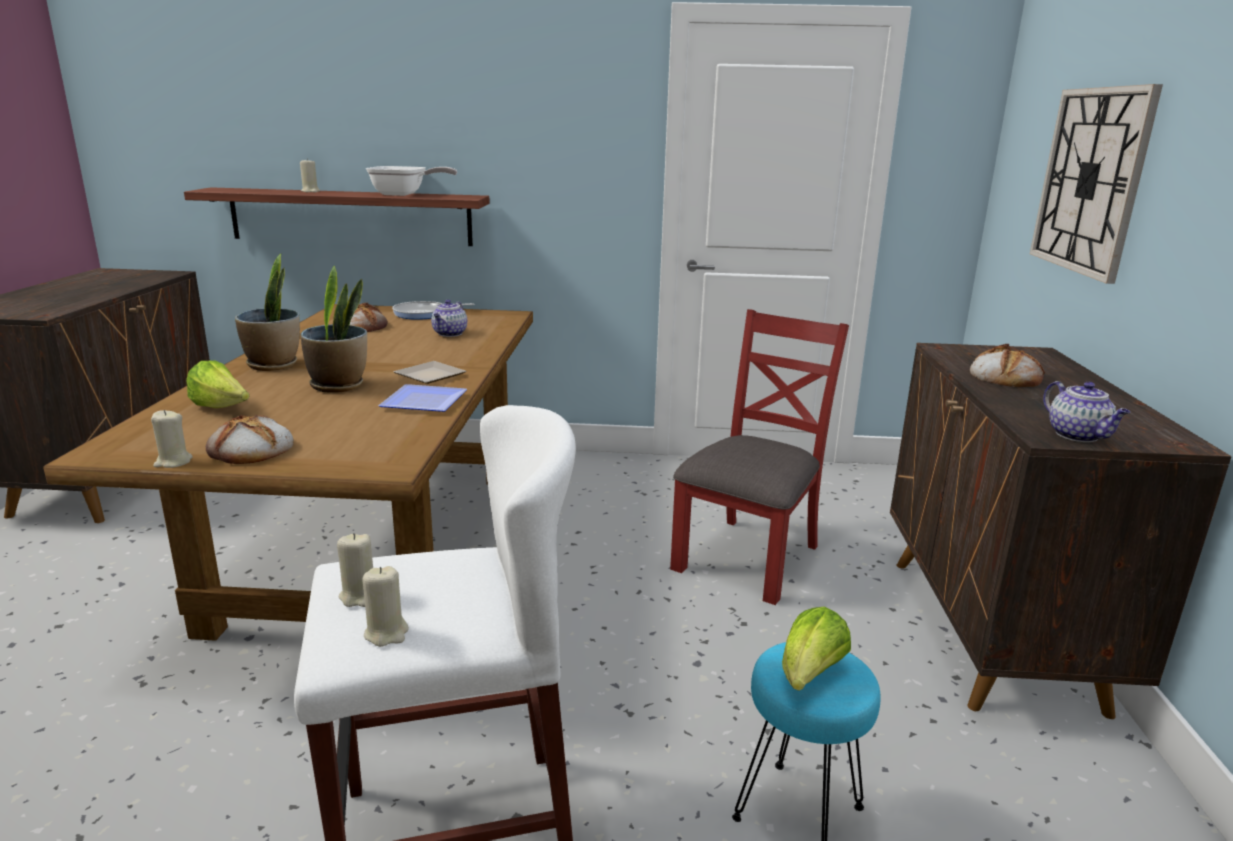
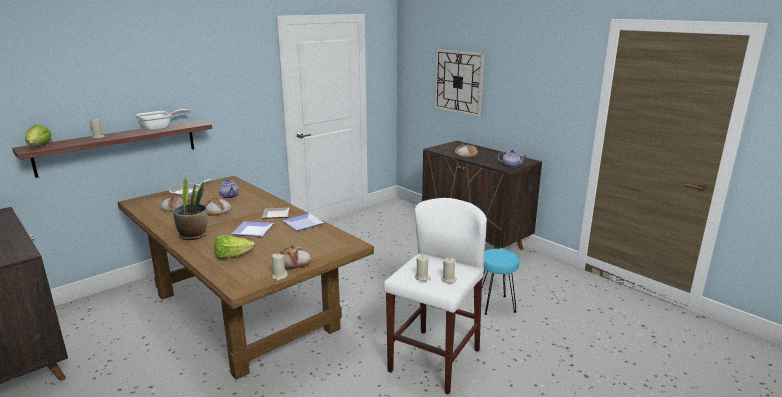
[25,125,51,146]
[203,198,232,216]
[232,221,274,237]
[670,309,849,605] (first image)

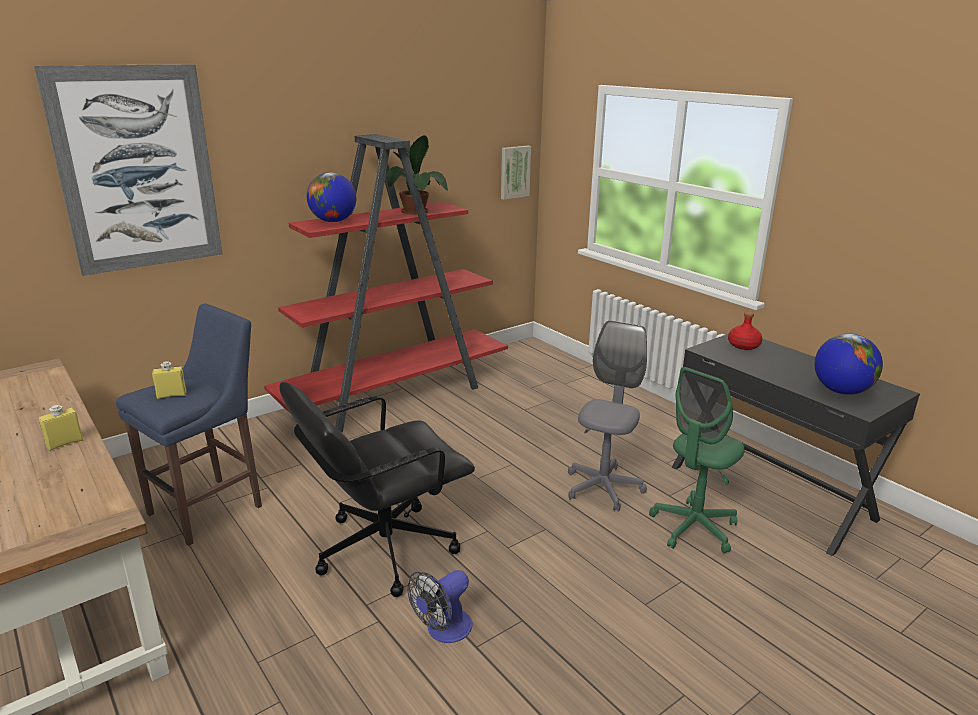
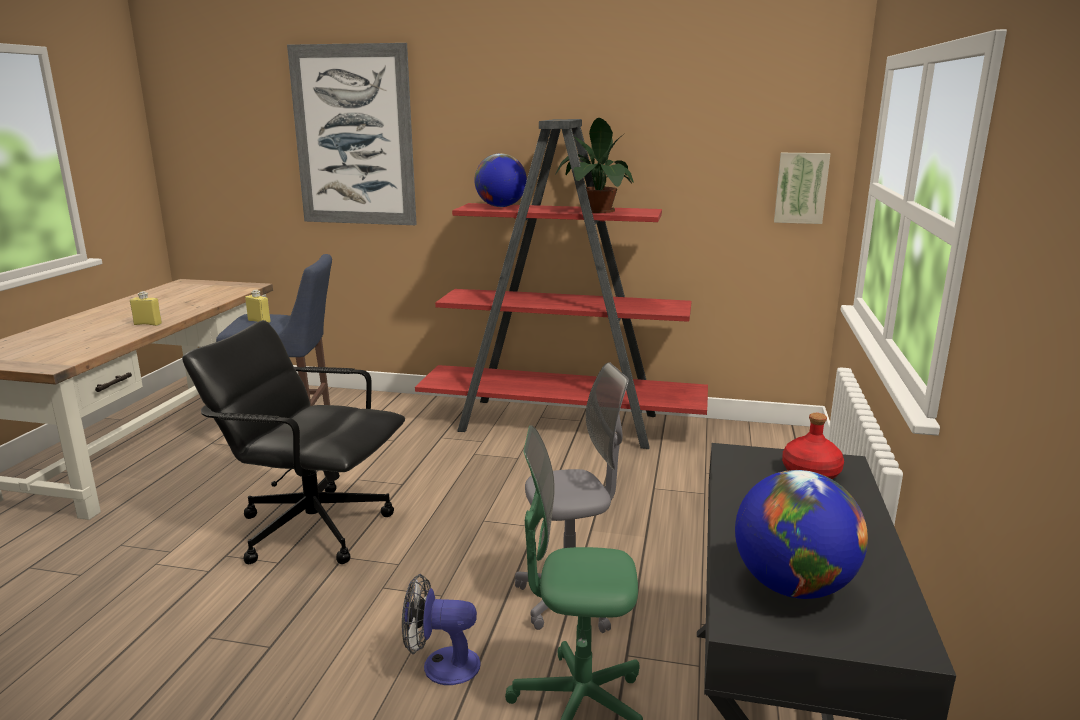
[402,574,481,685]

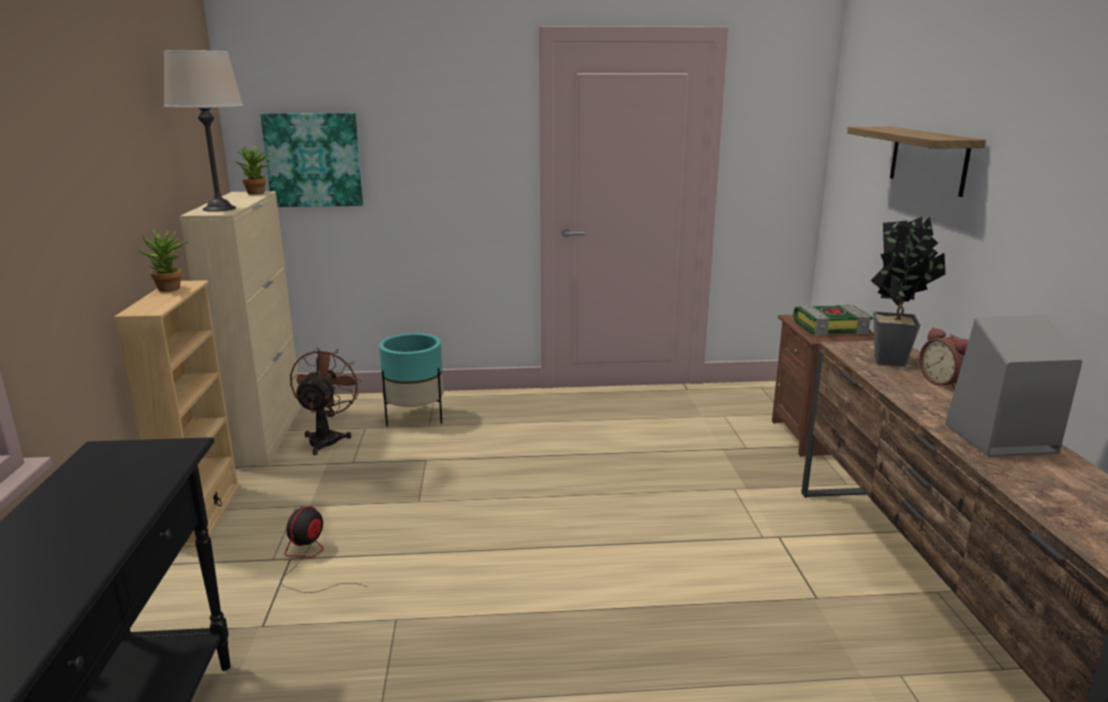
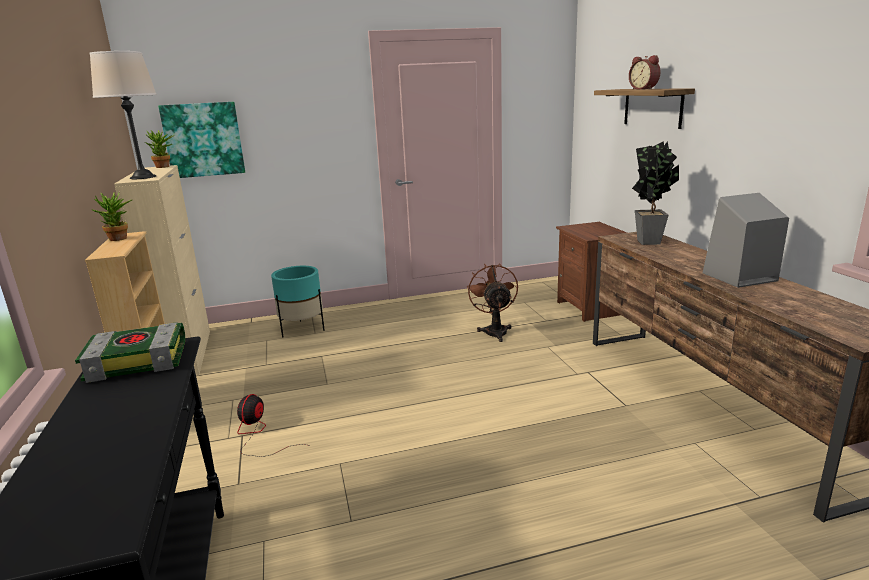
[75,322,185,383]
[467,263,518,342]
[629,55,660,89]

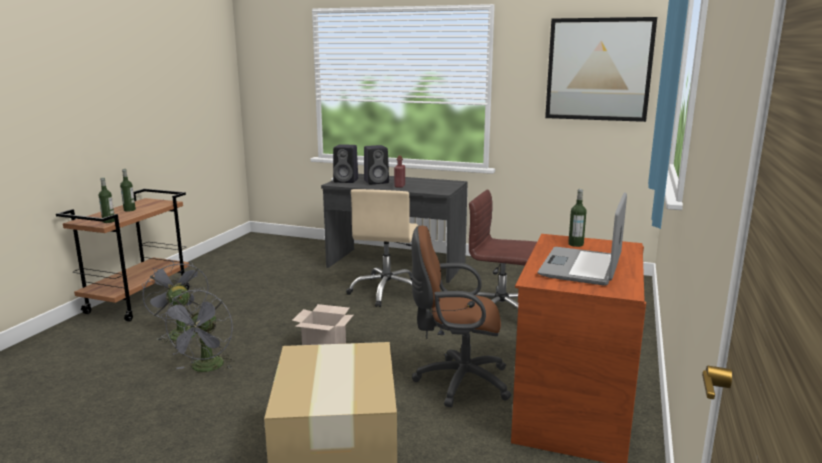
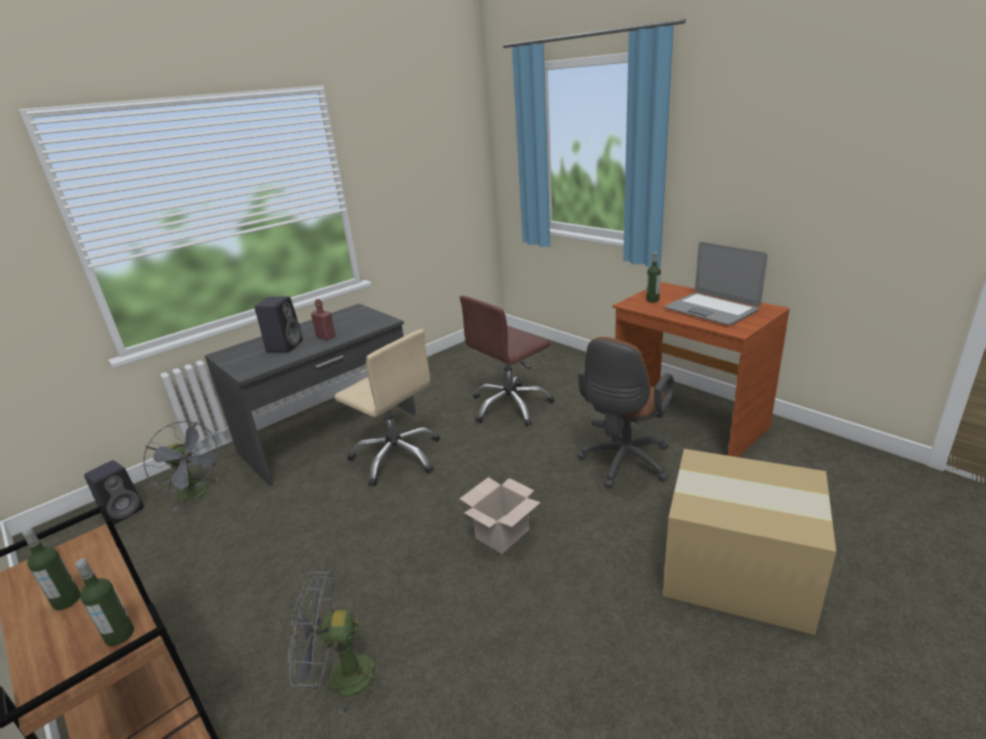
[84,460,144,524]
[143,421,222,511]
[545,17,657,122] (first image)

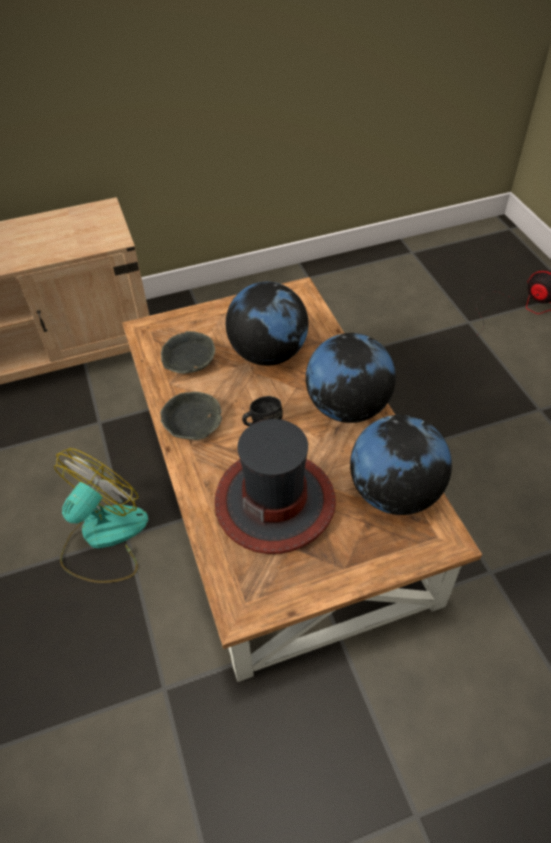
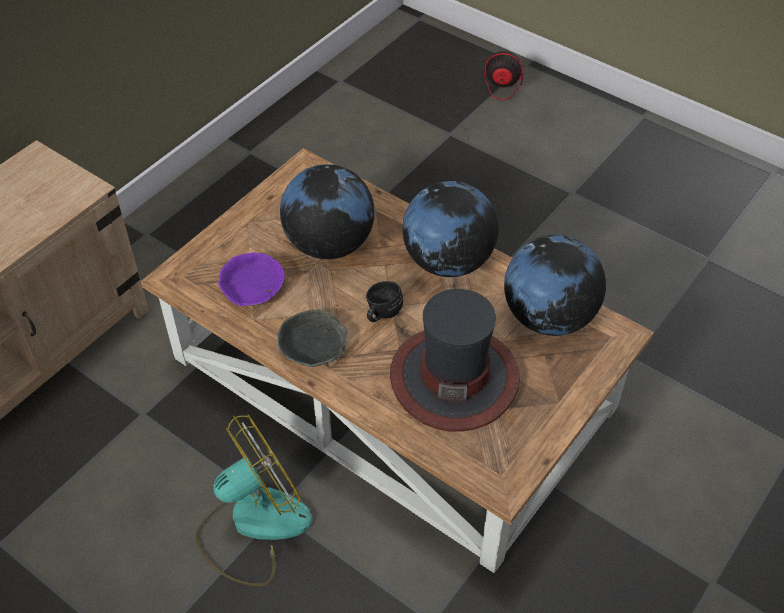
[196,414,312,587]
[218,253,285,306]

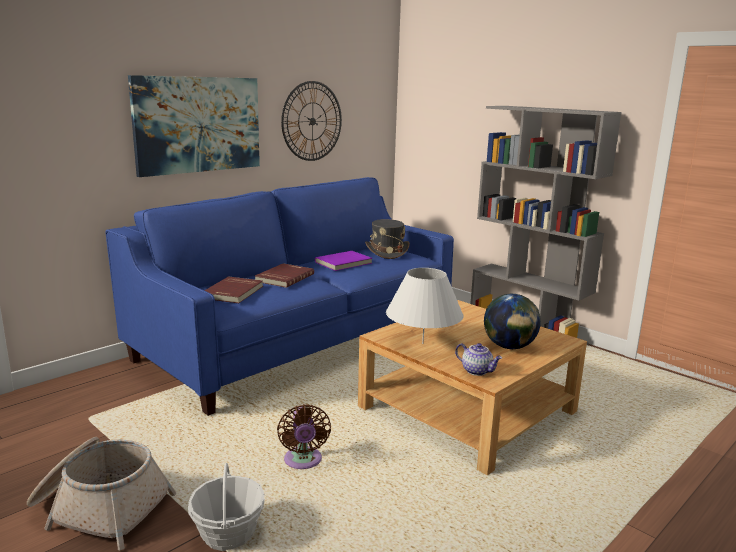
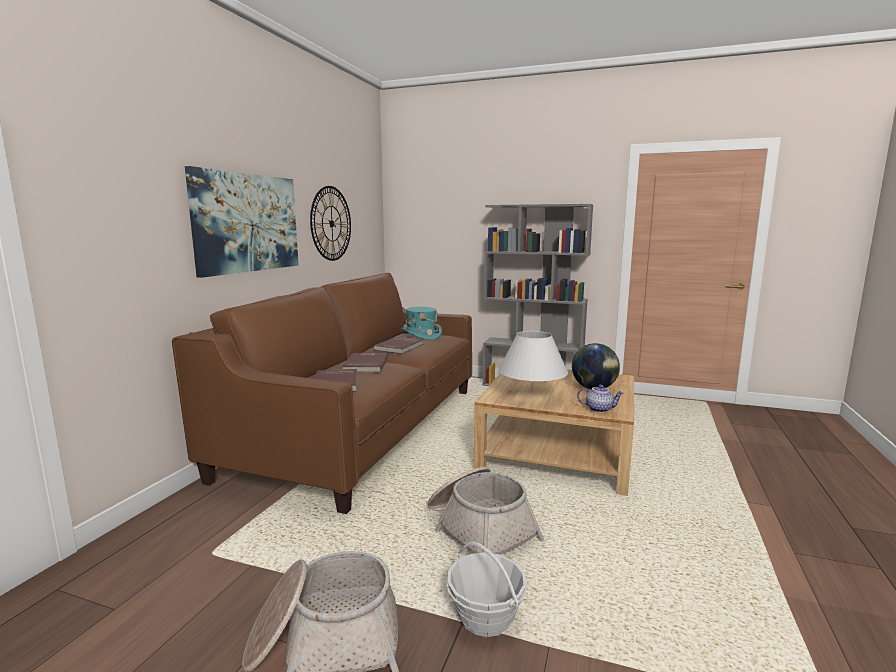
[172,273,472,514]
[373,337,423,354]
[401,307,442,340]
[428,467,544,555]

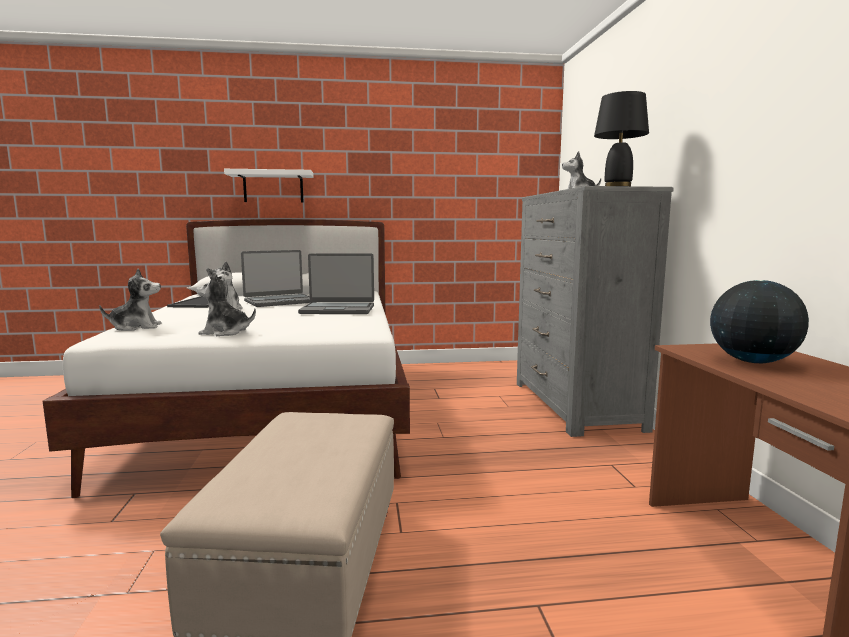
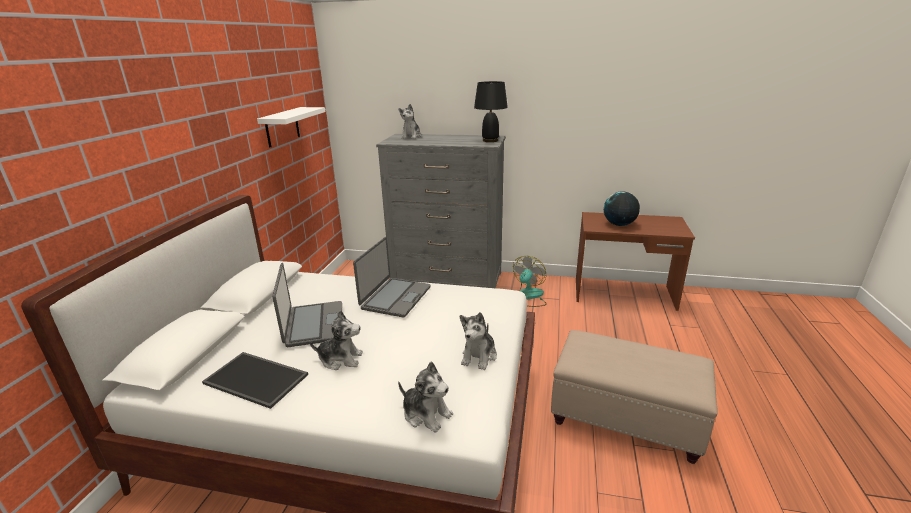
[257,107,325,148]
[398,361,453,433]
[513,256,547,307]

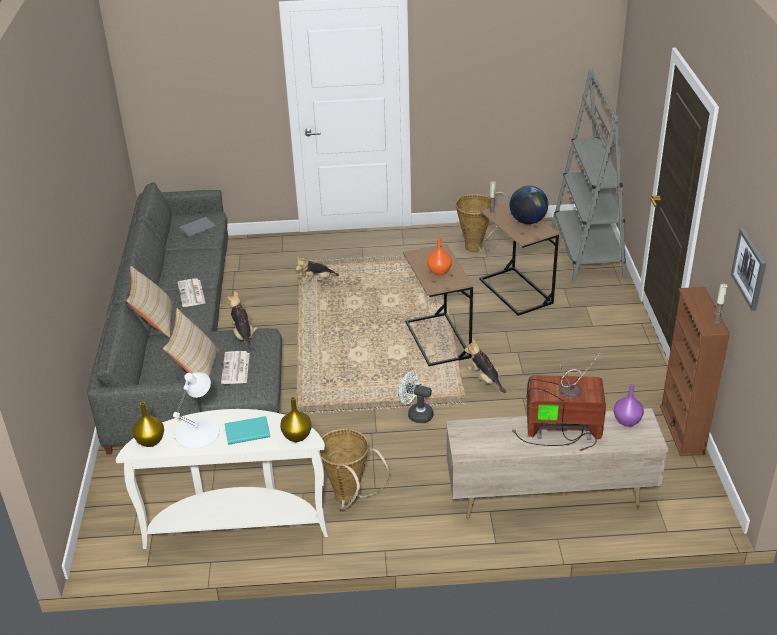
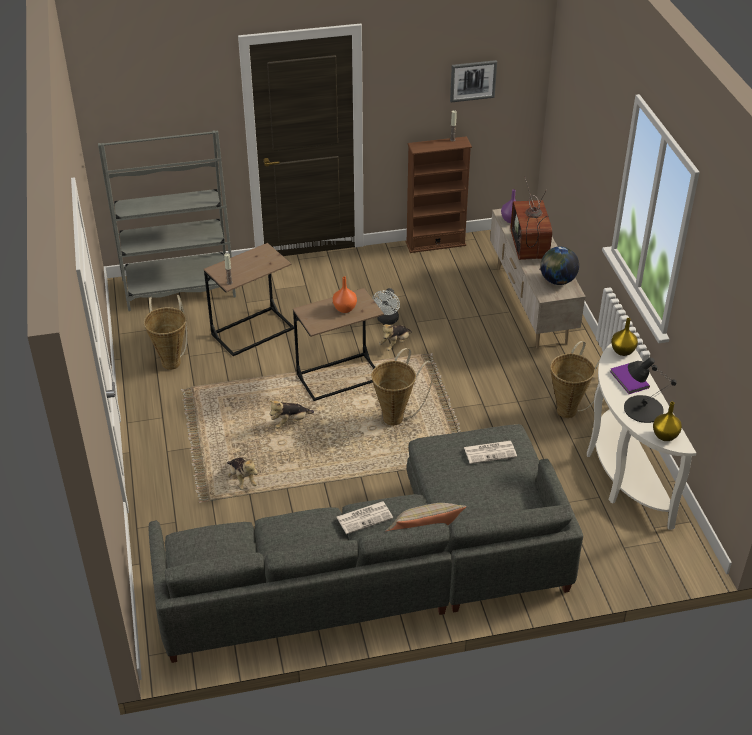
[269,400,314,429]
[371,348,434,426]
[372,288,400,324]
[540,247,579,285]
[610,363,650,394]
[624,357,677,423]
[163,308,220,378] (first image)
[180,217,216,237] (first image)

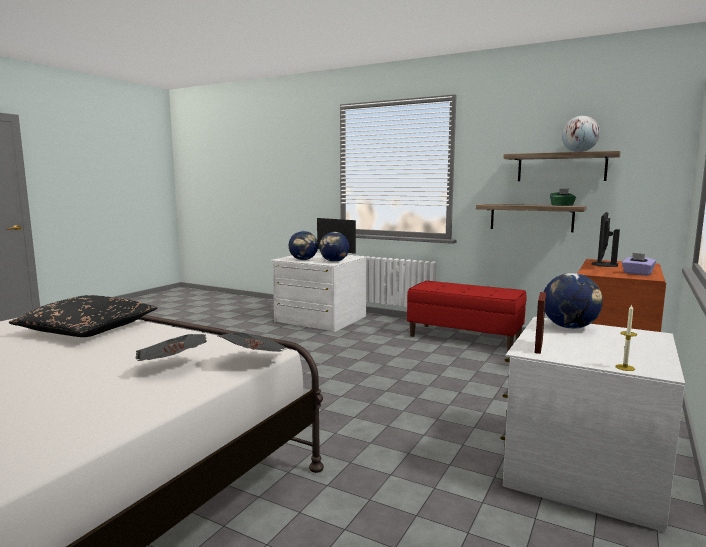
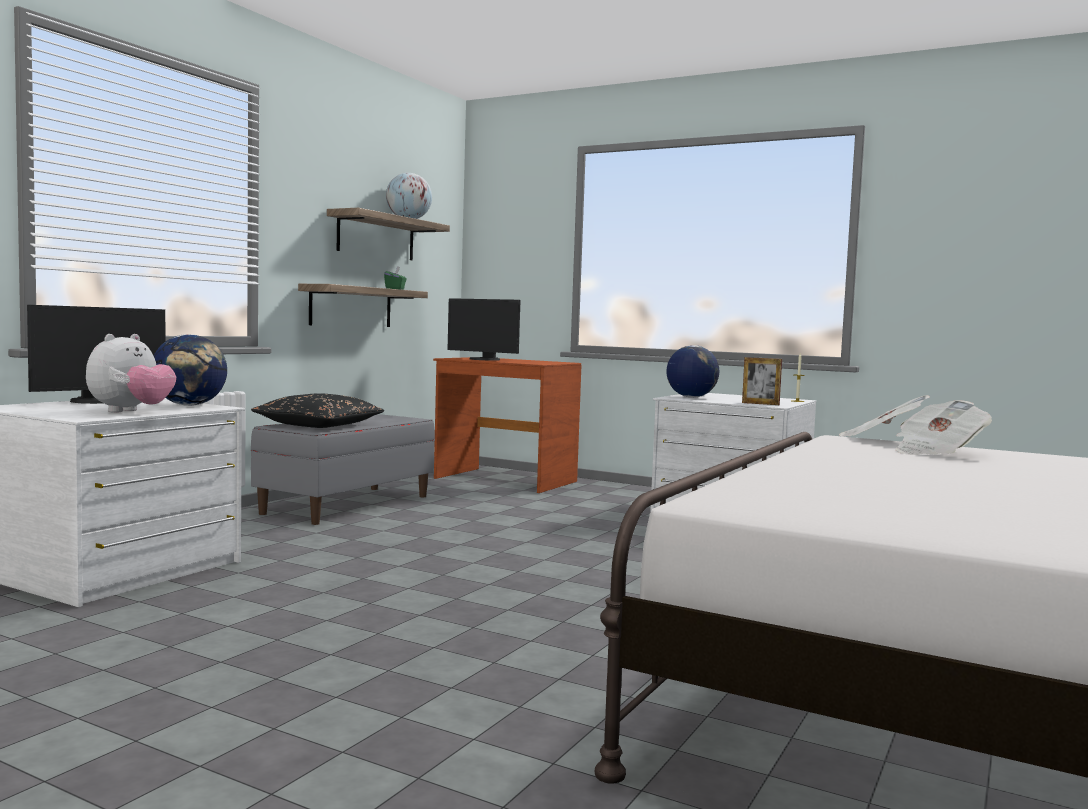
[86,334,176,413]
[251,393,384,428]
[251,414,435,525]
[622,253,656,276] (first image)

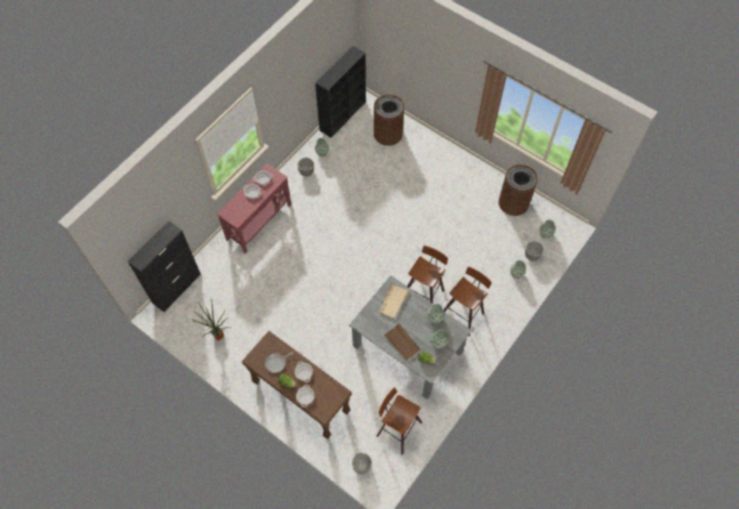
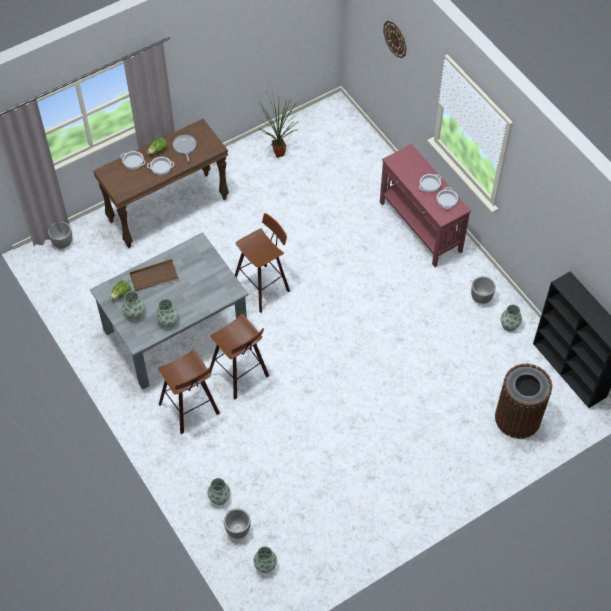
[235,213,290,313]
[383,21,406,58]
[128,221,201,312] (first image)
[379,282,409,319] (first image)
[499,164,538,216] (first image)

